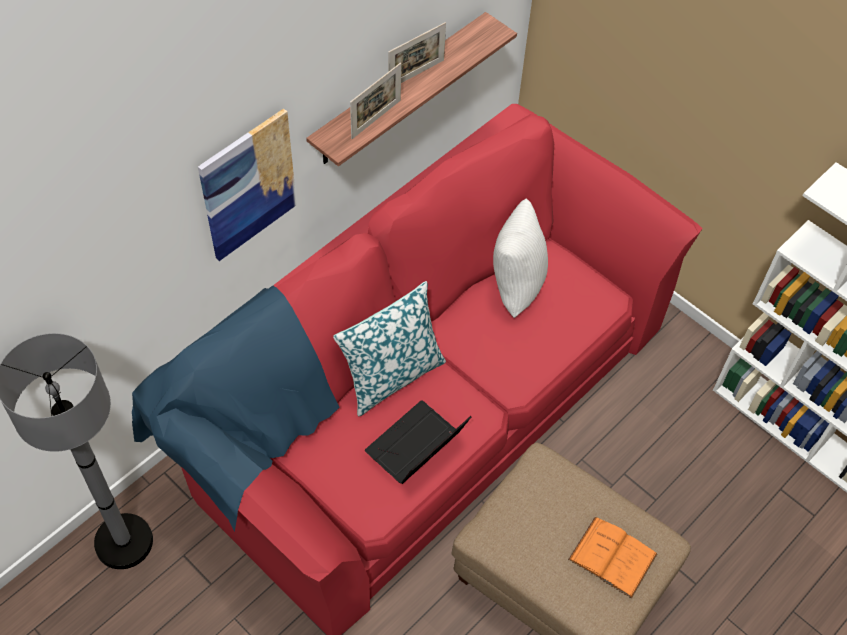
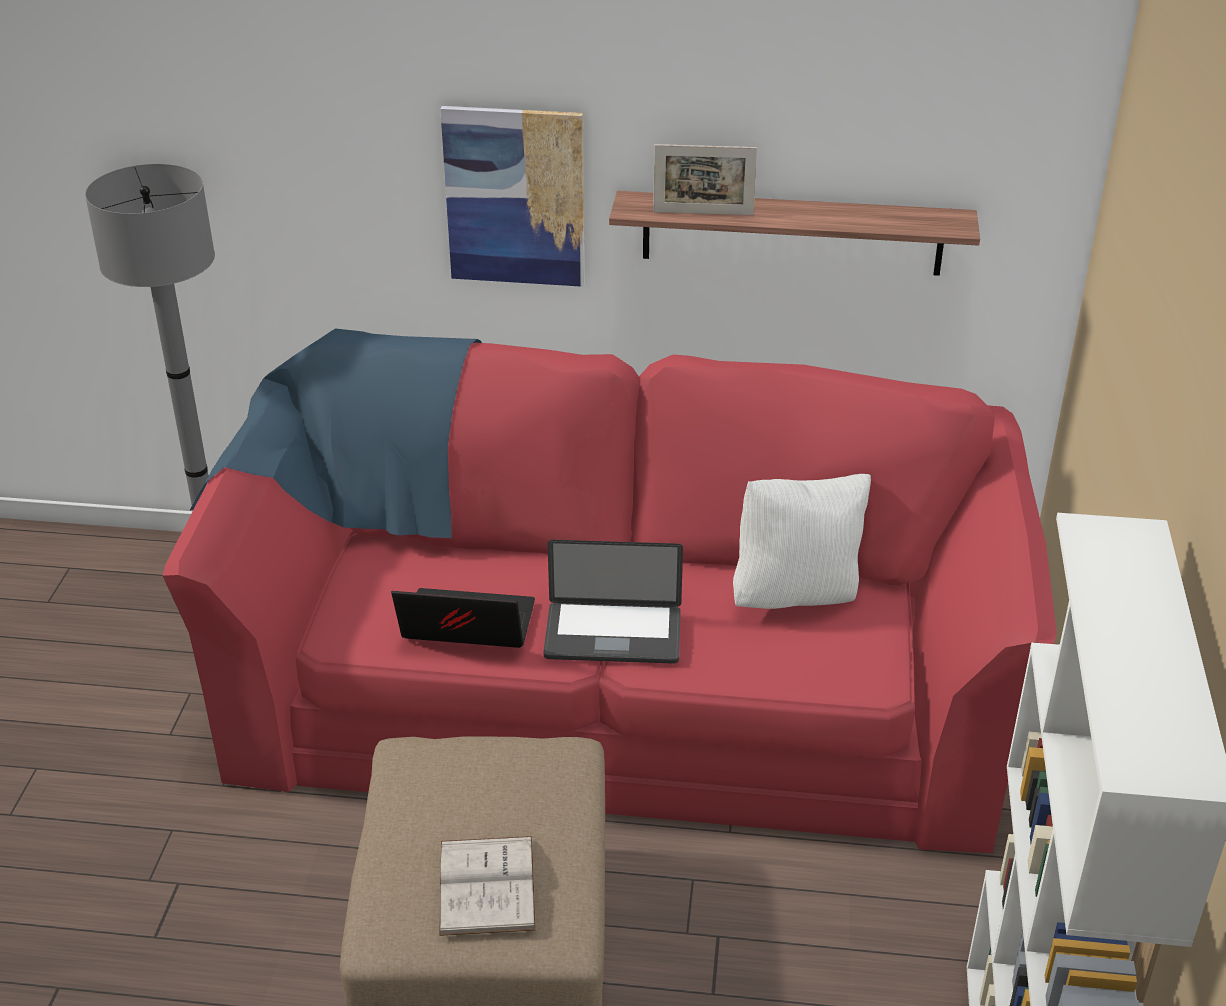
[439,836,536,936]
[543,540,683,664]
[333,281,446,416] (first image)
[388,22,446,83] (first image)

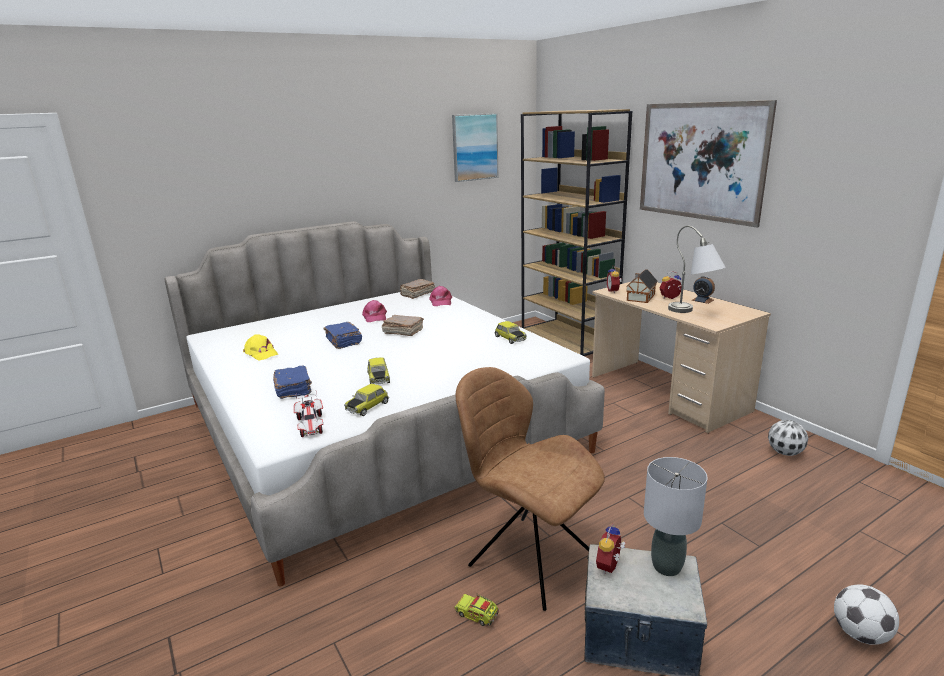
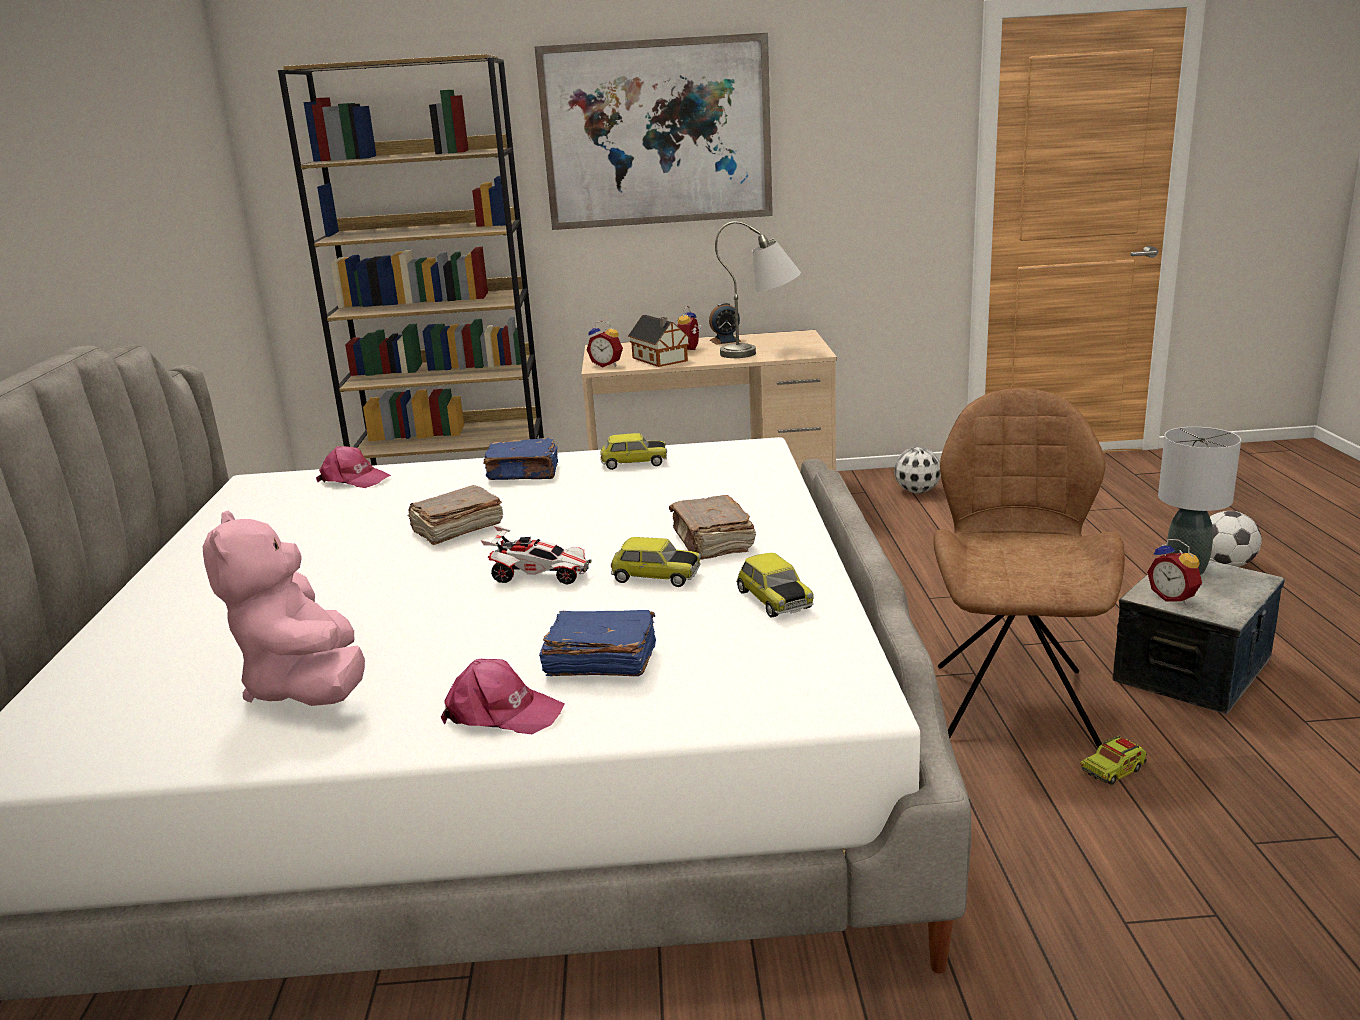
[203,511,365,706]
[441,659,565,734]
[481,526,591,585]
[484,438,558,480]
[669,495,756,560]
[933,388,1125,747]
[452,113,499,182] (first image)

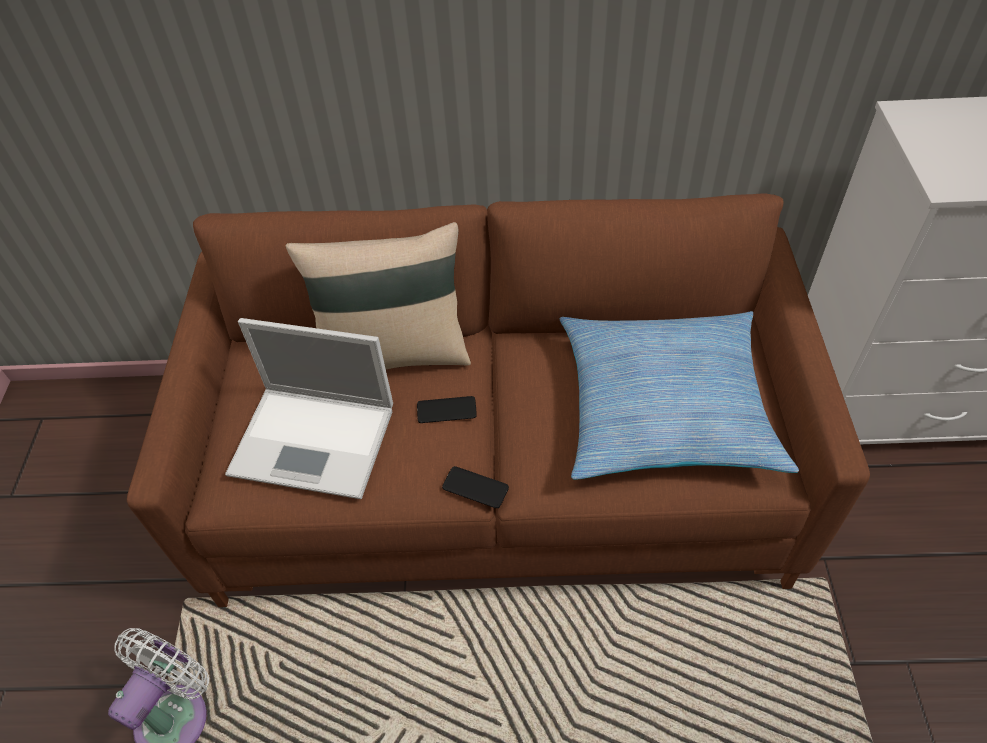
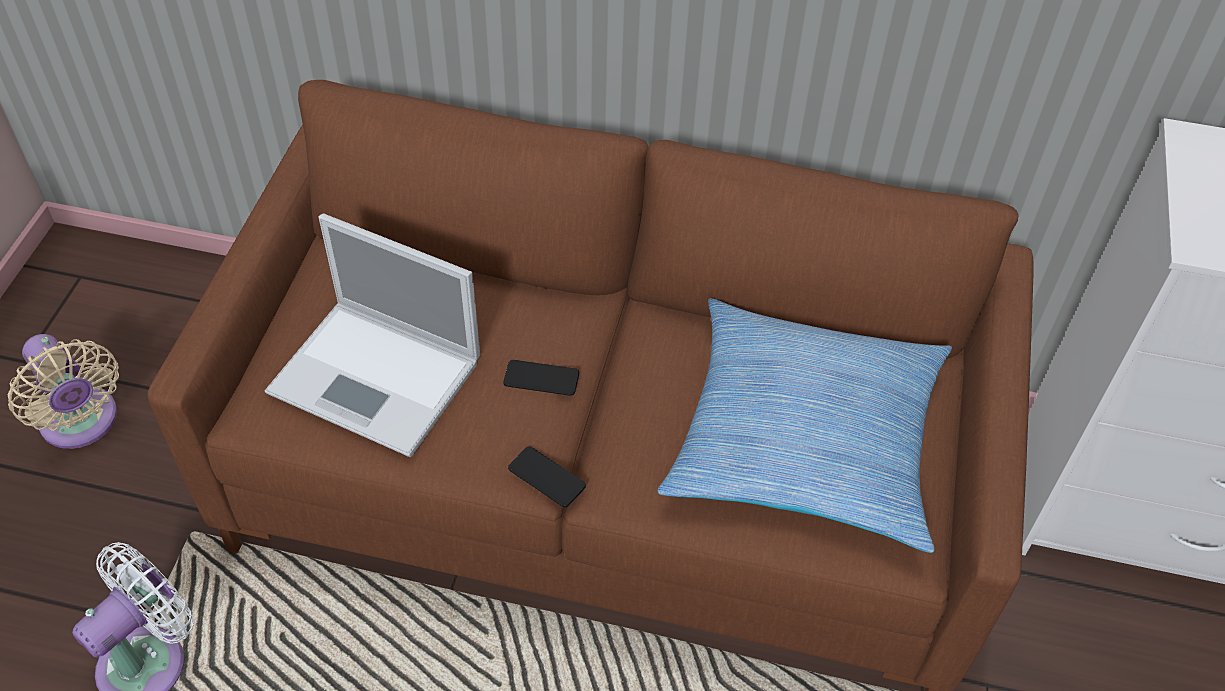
[8,334,119,449]
[286,222,471,369] (first image)

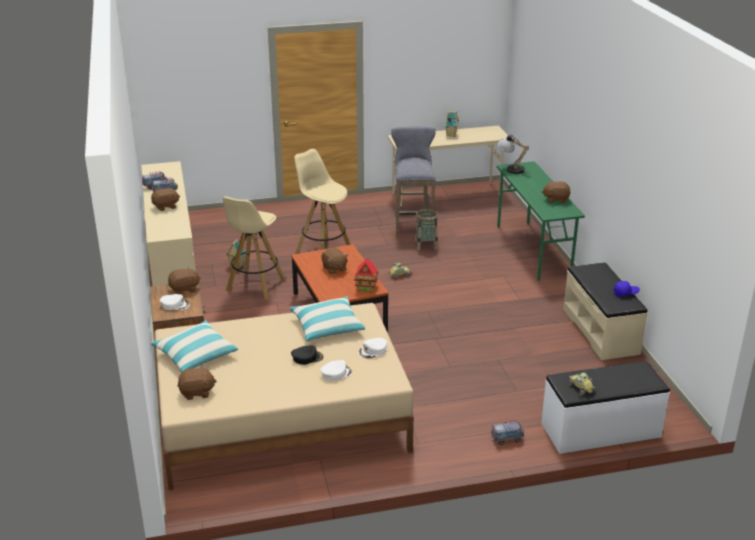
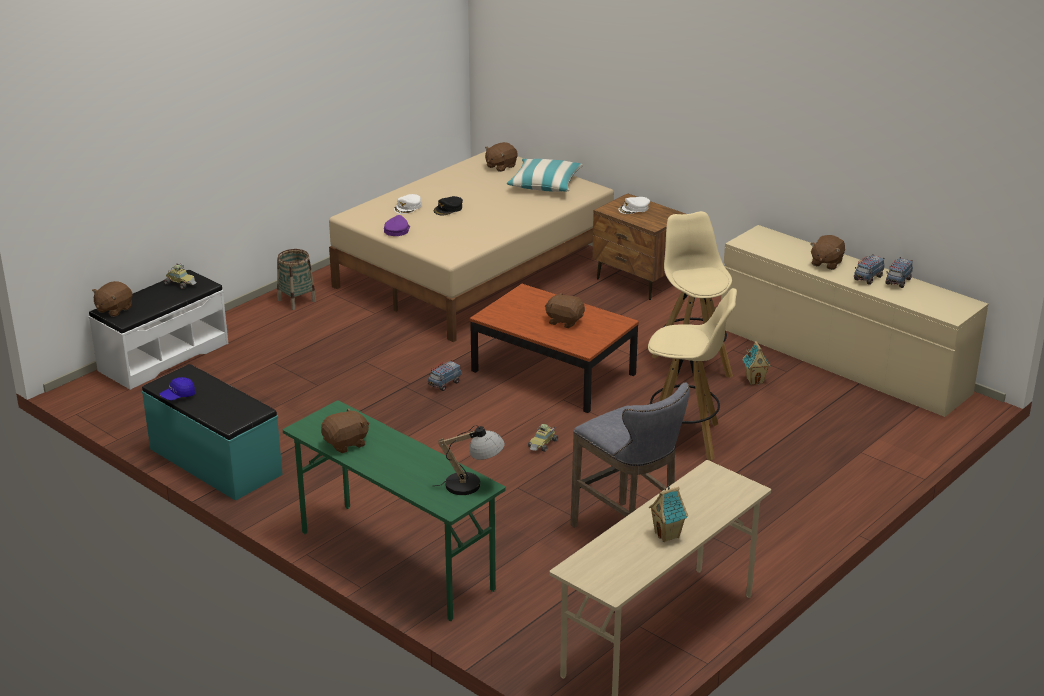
[92,281,133,317]
[142,364,283,501]
[277,249,316,310]
[384,215,410,236]
[427,360,462,391]
[290,296,365,341] (first image)
[354,258,378,292] (first image)

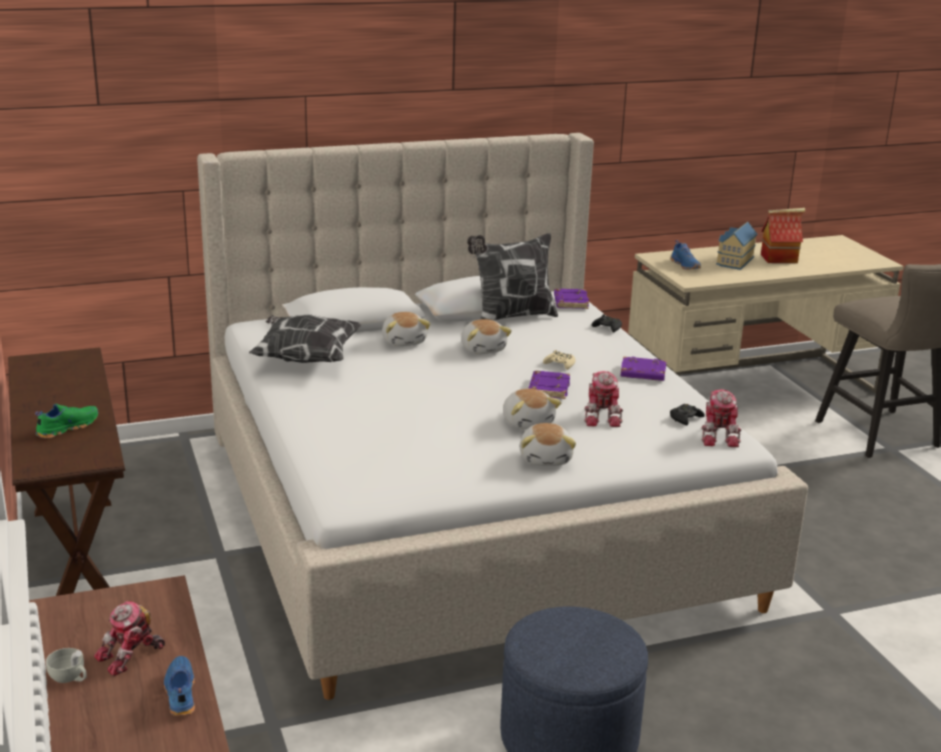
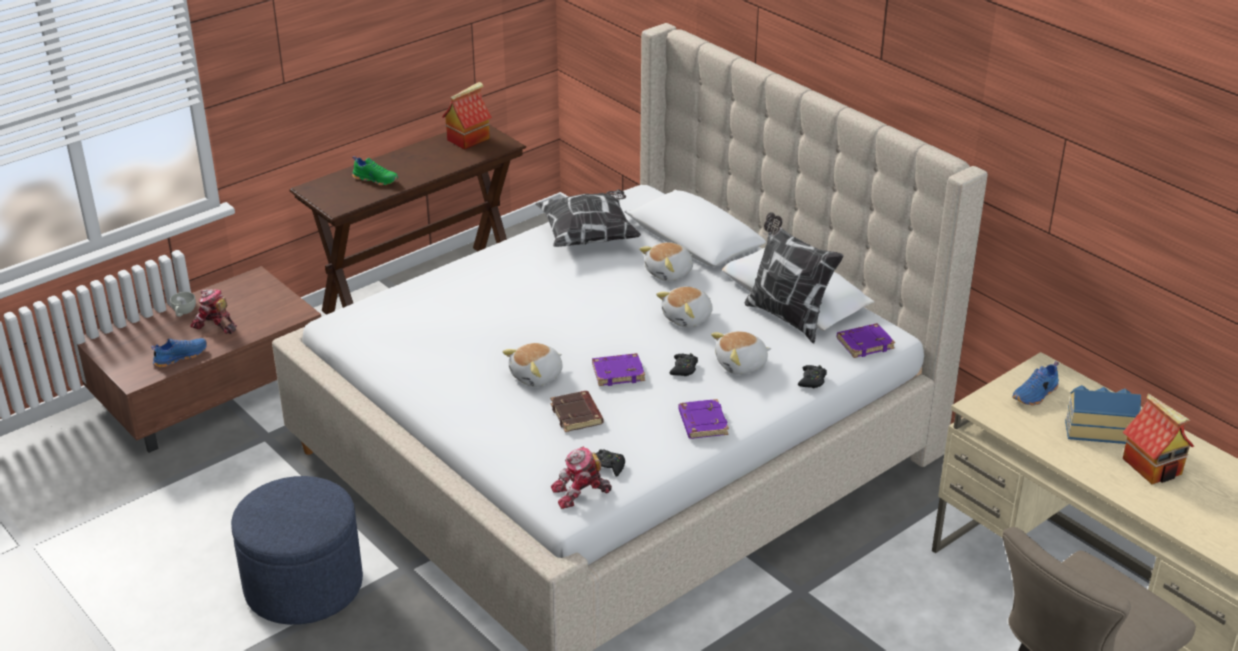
[442,82,492,150]
[550,391,603,432]
[670,353,698,376]
[711,331,771,375]

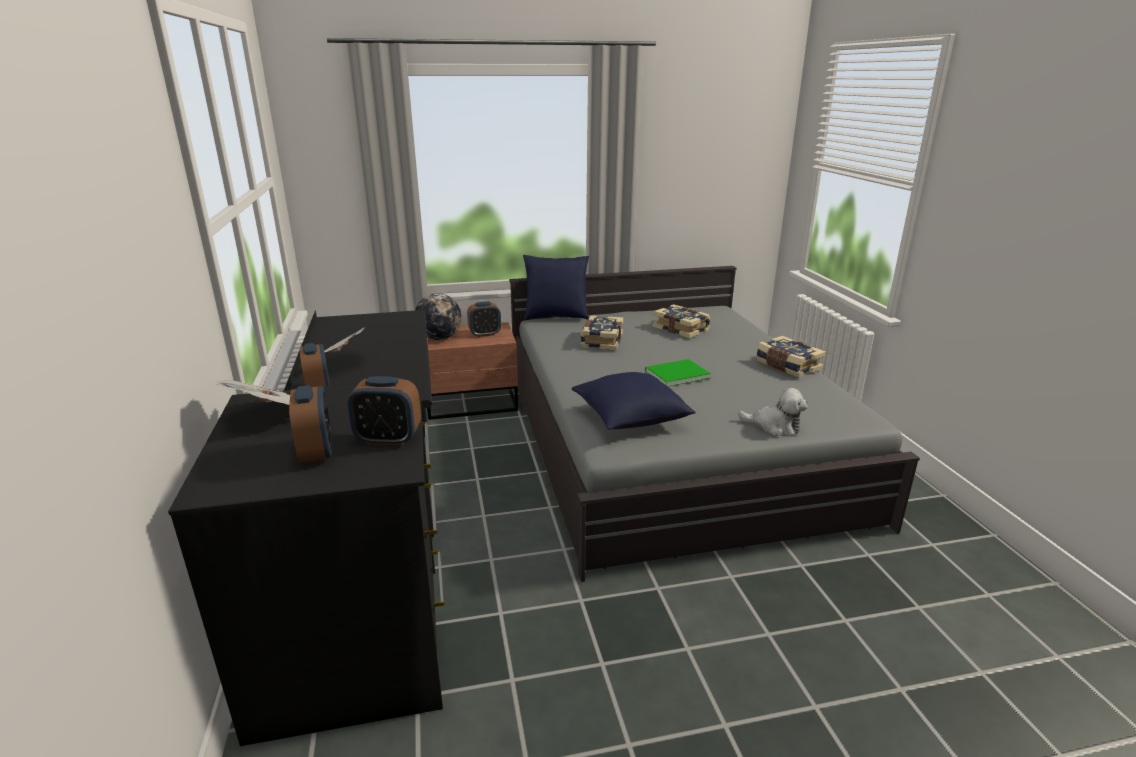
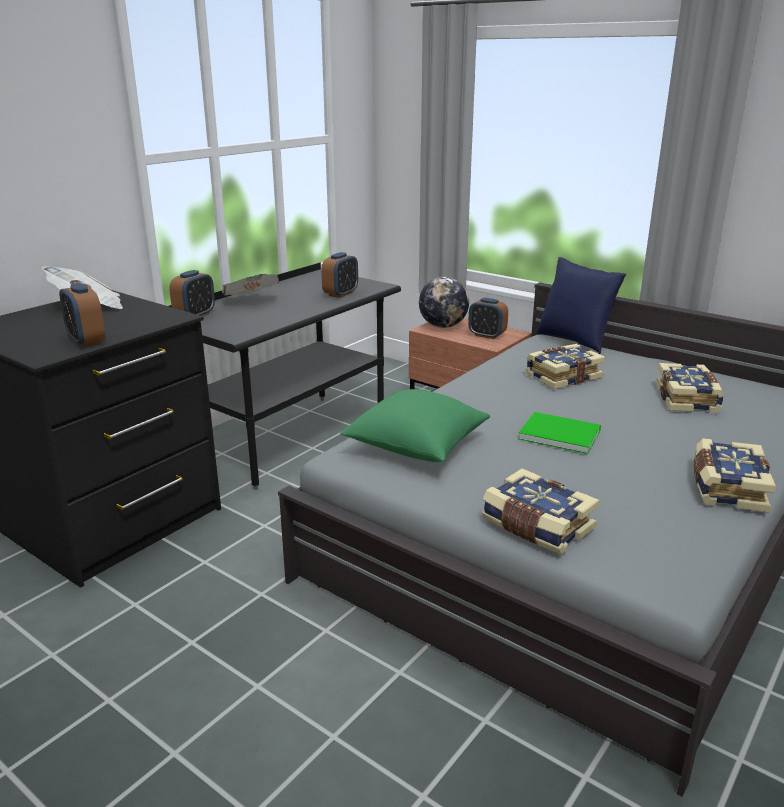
[321,252,358,298]
[340,389,490,462]
[482,469,599,555]

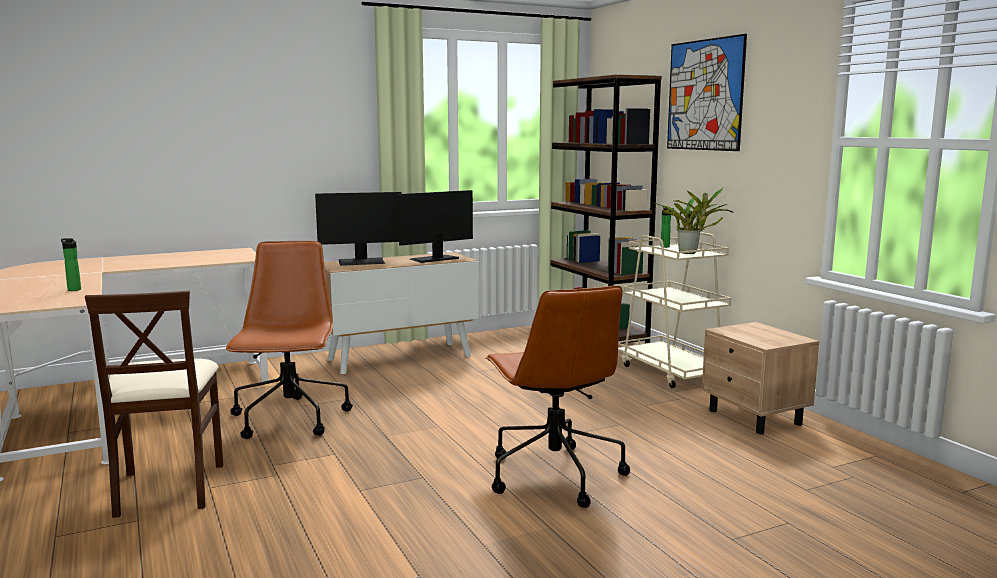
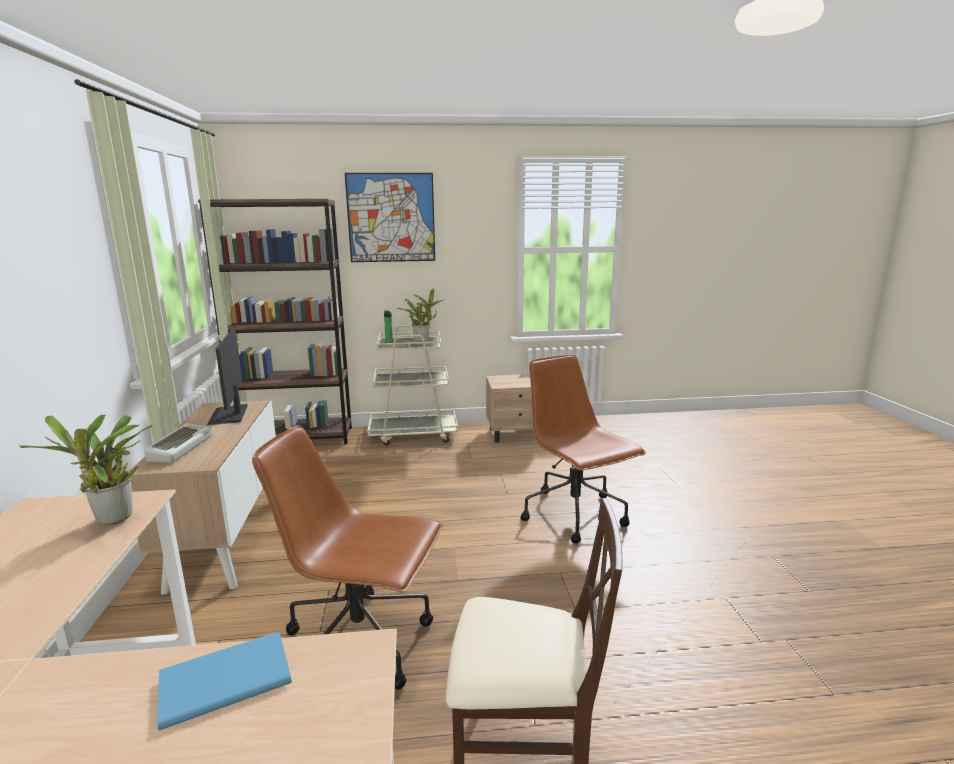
[19,415,153,525]
[144,423,212,463]
[158,632,292,730]
[520,355,646,543]

